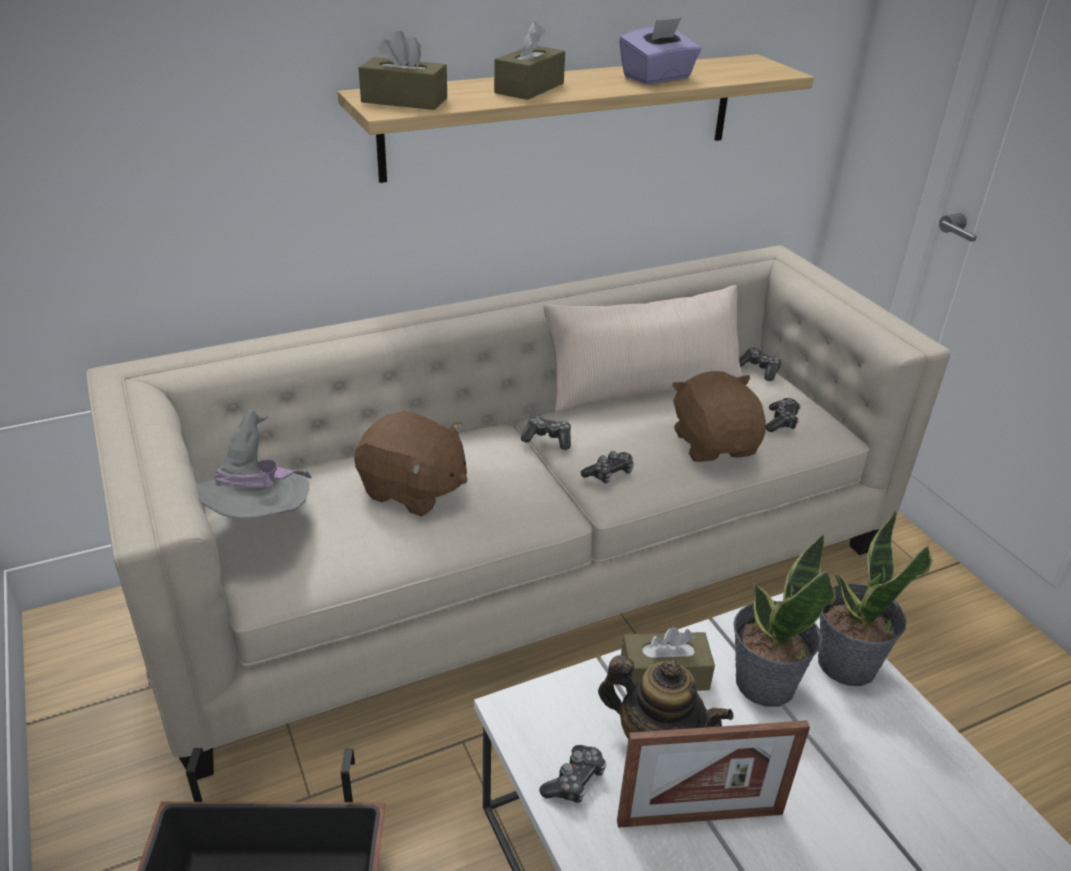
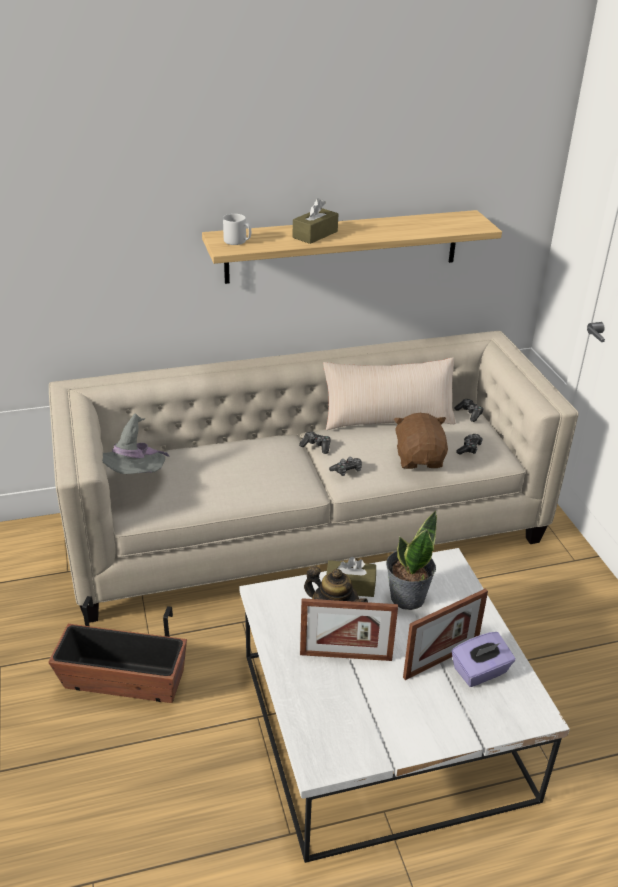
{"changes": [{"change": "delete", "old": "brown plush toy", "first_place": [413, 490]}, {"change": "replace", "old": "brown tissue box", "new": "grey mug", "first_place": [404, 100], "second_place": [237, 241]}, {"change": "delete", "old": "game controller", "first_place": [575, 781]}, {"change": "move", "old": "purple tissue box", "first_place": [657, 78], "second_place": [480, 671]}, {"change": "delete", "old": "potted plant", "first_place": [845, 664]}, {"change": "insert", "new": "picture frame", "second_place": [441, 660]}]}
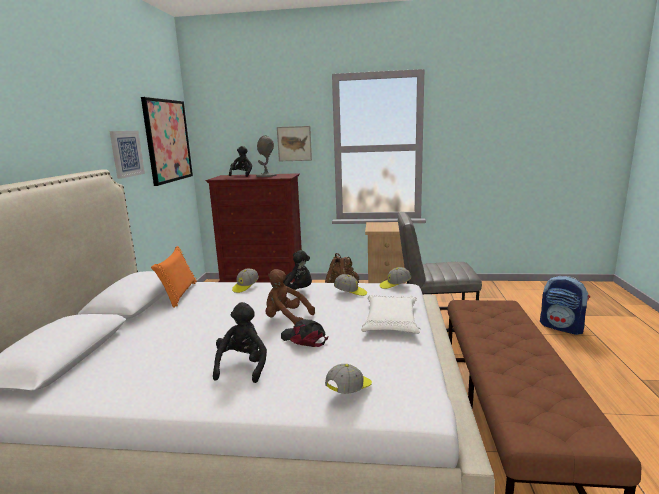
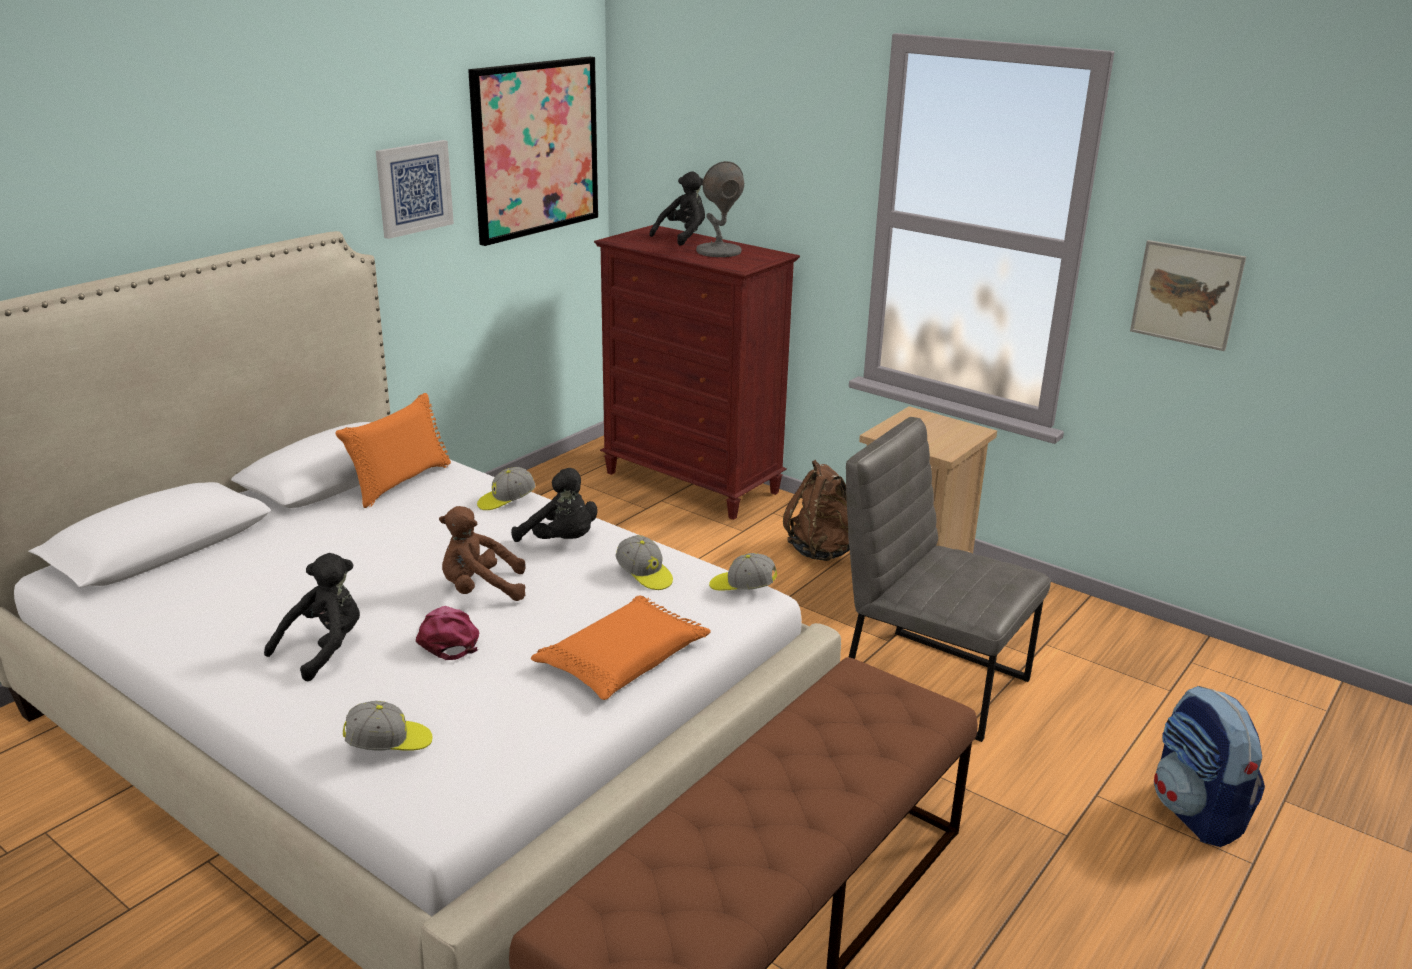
{"changes": [{"change": "rotate", "old": "brown plush toy", "first_place": [286, 319], "second_place": [480, 590], "degrees": -60}, {"change": "move", "old": "picture", "first_place": [294, 143], "second_place": [1186, 294]}, {"change": "recolor", "old": "black cap", "new": "pink cap", "first_place": [304, 339], "second_place": [448, 638]}, {"change": "recolor", "old": "white pillow", "new": "orange pillow", "first_place": [391, 319], "second_place": [623, 656]}]}
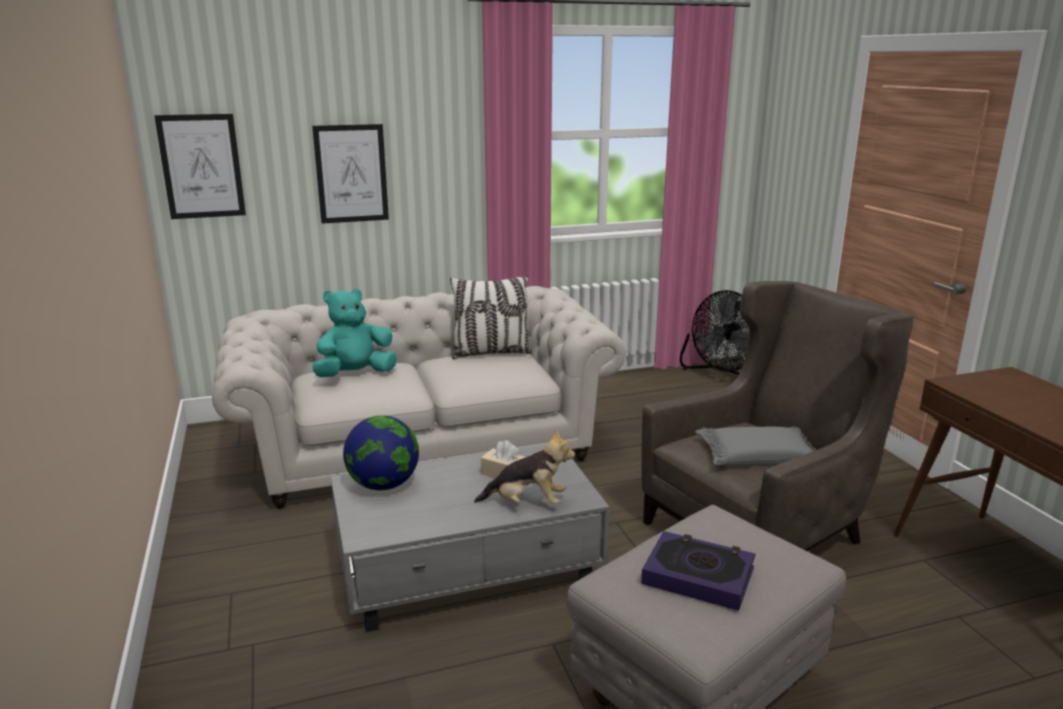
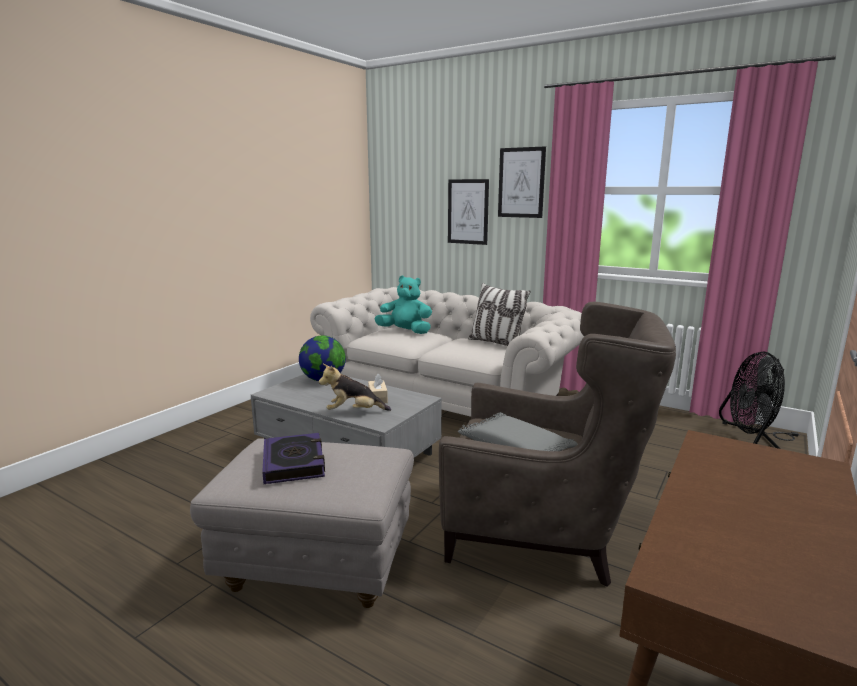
{"changes": [{"change": "move", "old": "picture", "first_place": [201, 166], "second_place": [521, 182]}, {"change": "rotate", "old": "plush toy", "first_place": [527, 503], "second_place": [354, 412], "degrees": 120}]}
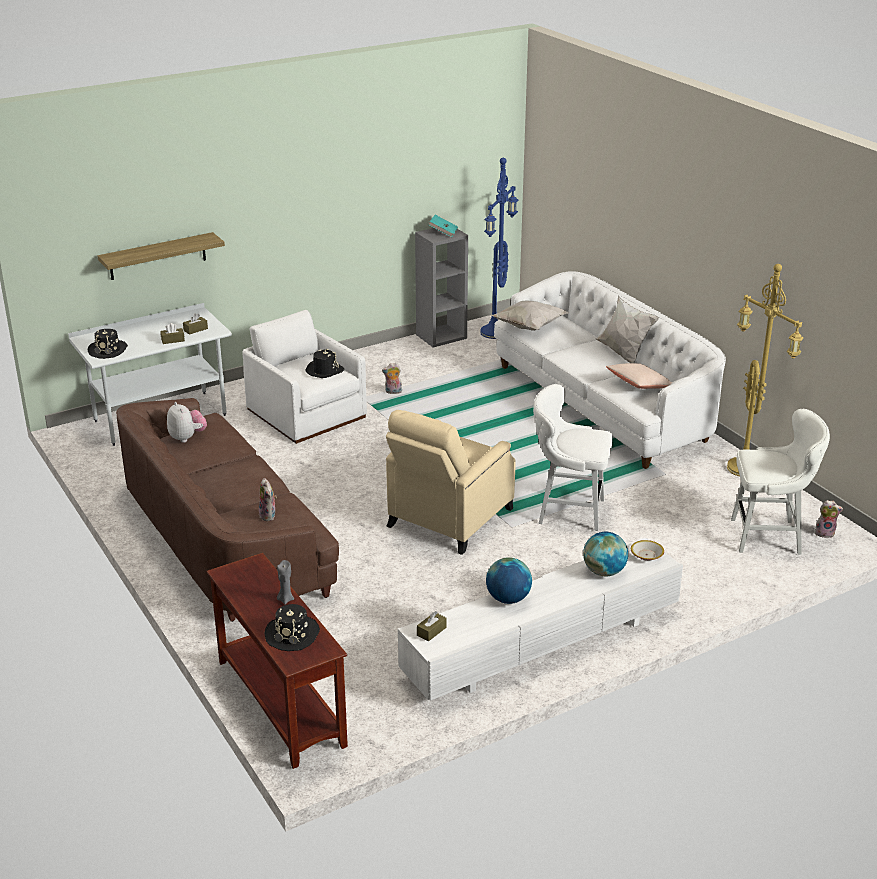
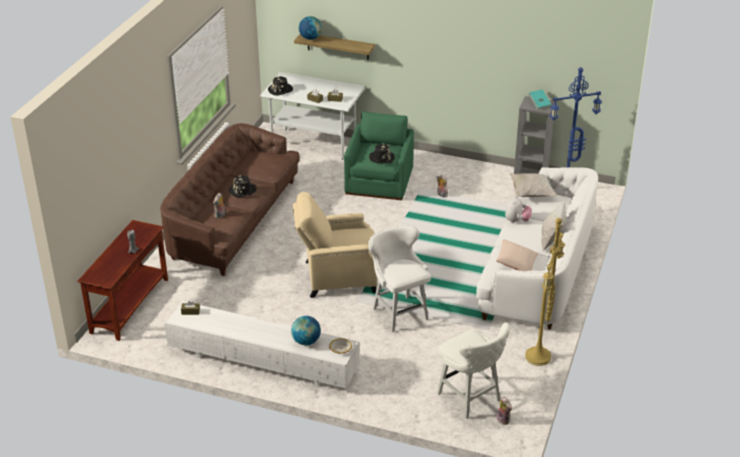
{"changes": [{"change": "move", "old": "plush toy", "first_place": [187, 437], "second_place": [517, 221]}, {"change": "recolor", "old": "white armchair", "new": "green armchair", "first_place": [307, 413], "second_place": [380, 181]}, {"change": "move", "old": "black hat", "first_place": [292, 634], "second_place": [242, 190]}, {"change": "move", "old": "globe", "first_place": [508, 599], "second_place": [310, 38]}]}
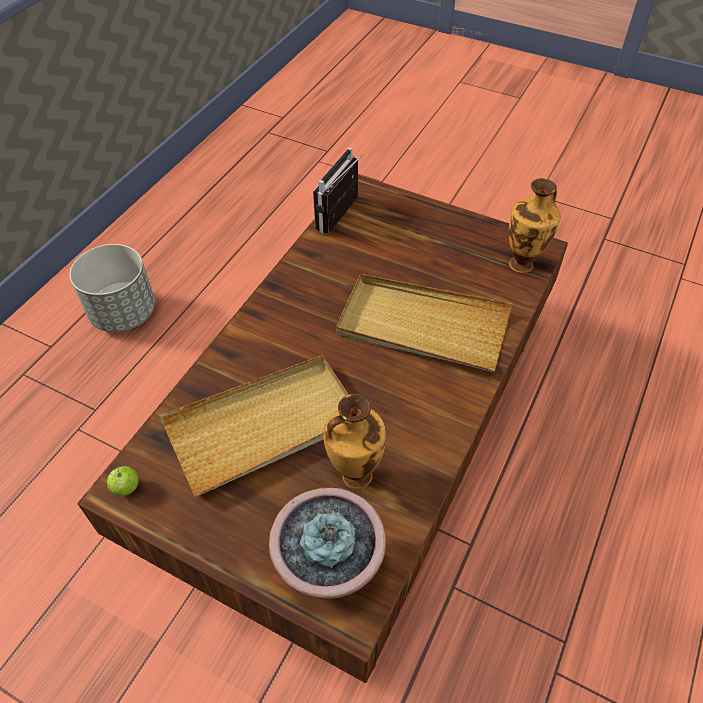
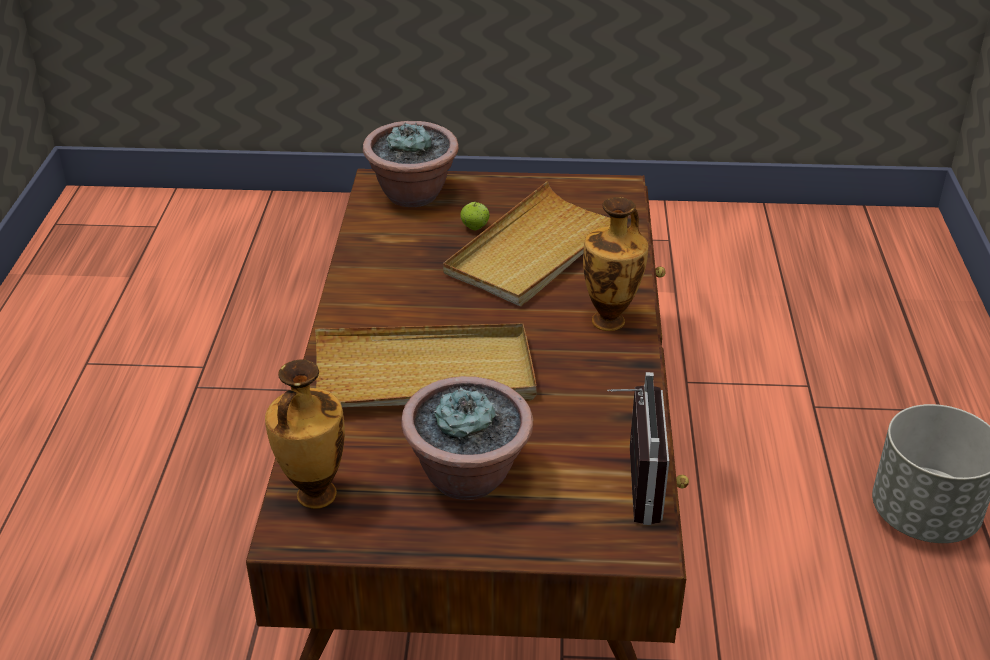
{"changes": [{"change": "move", "old": "apple", "first_place": [126, 488], "second_place": [475, 227]}, {"change": "move", "old": "vase", "first_place": [354, 475], "second_place": [610, 320]}, {"change": "insert", "new": "potted plant", "second_place": [468, 477]}]}
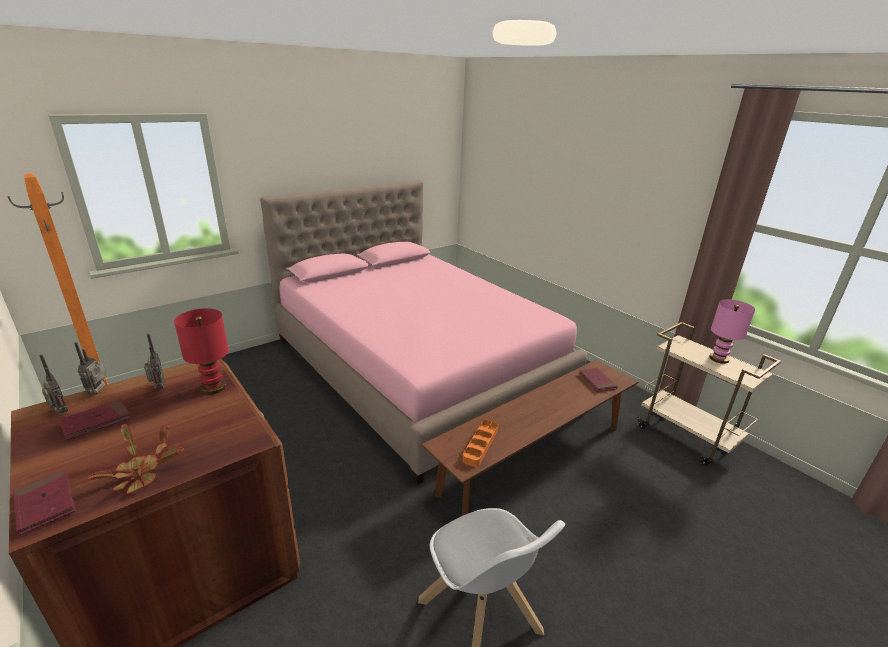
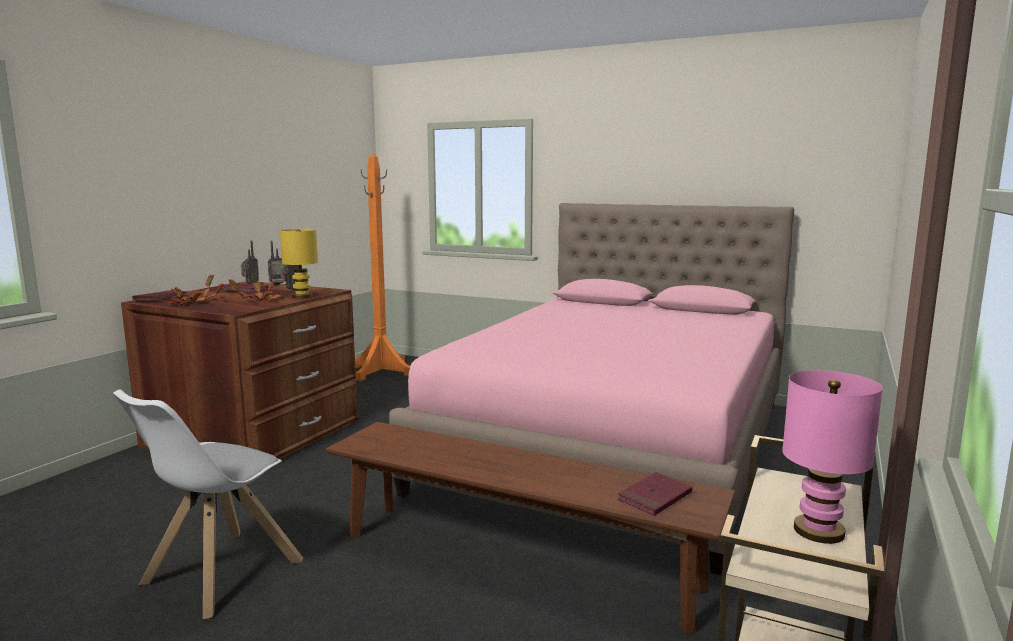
{"changes": [{"change": "recolor", "old": "red table lamp", "new": "yellow table lamp", "first_place": [213, 387], "second_place": [302, 296]}, {"change": "delete", "old": "orange tray", "first_place": [480, 445]}, {"change": "insert", "new": "potted plant", "second_place": [258, 300]}]}
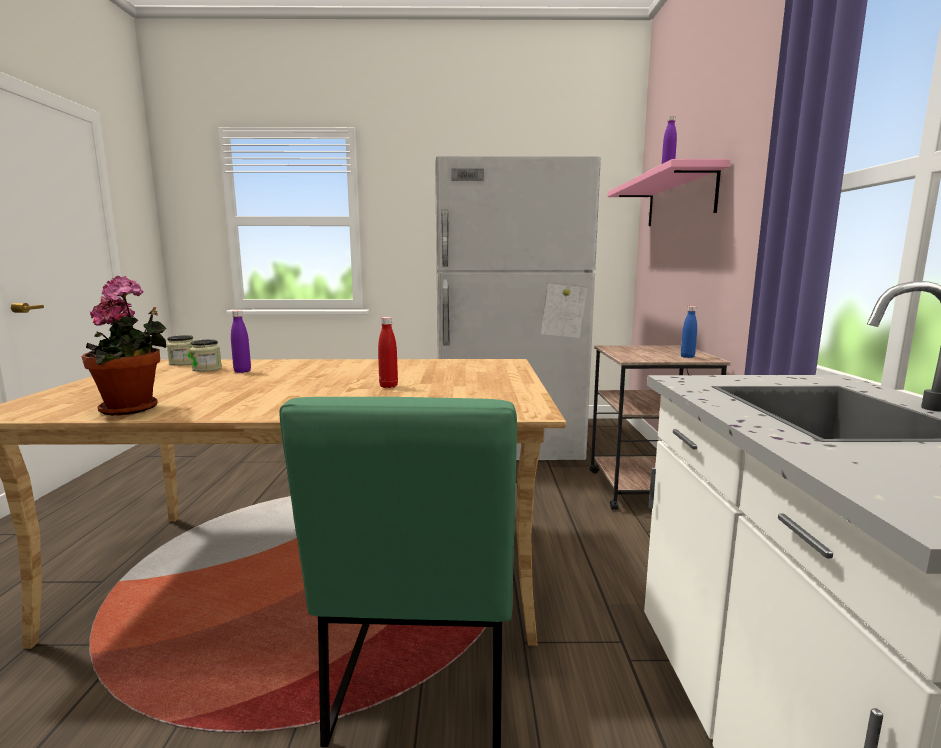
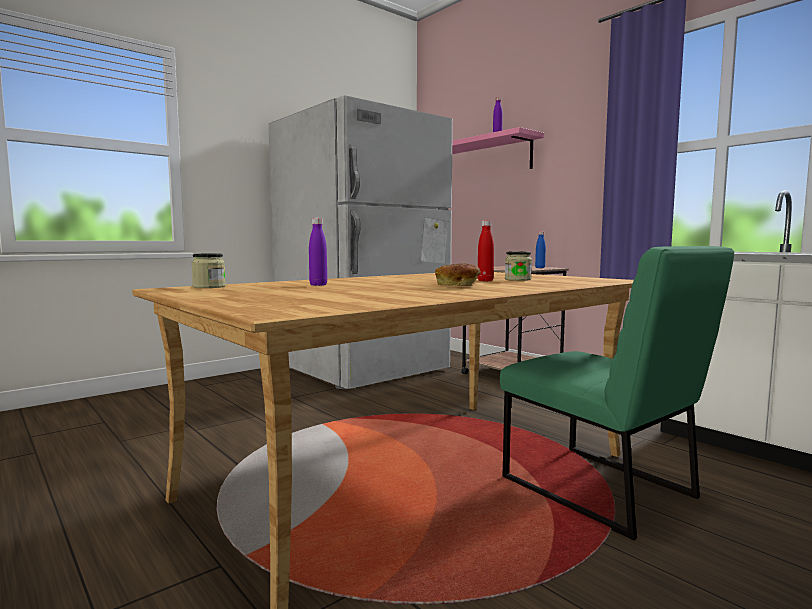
{"changes": [{"change": "delete", "old": "potted plant", "first_place": [134, 409]}, {"change": "move", "old": "jar", "first_place": [207, 369], "second_place": [517, 279]}, {"change": "insert", "new": "bread", "second_place": [458, 286]}]}
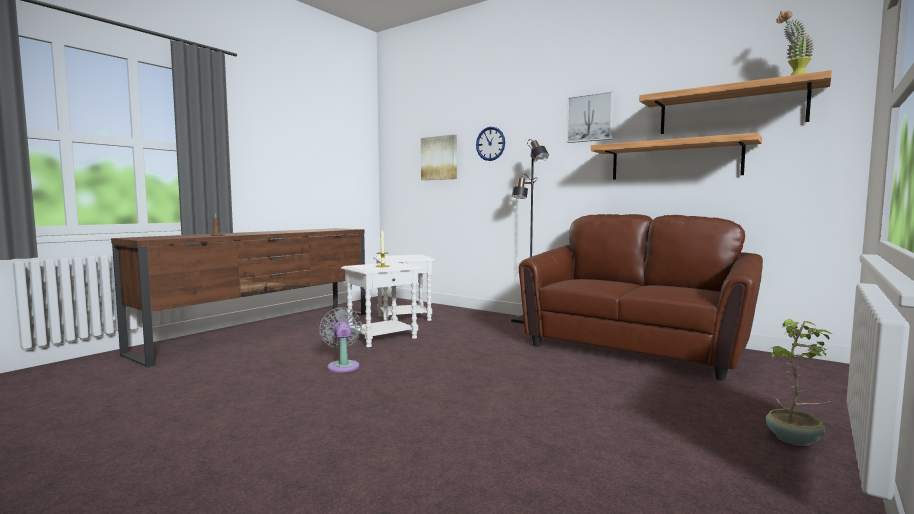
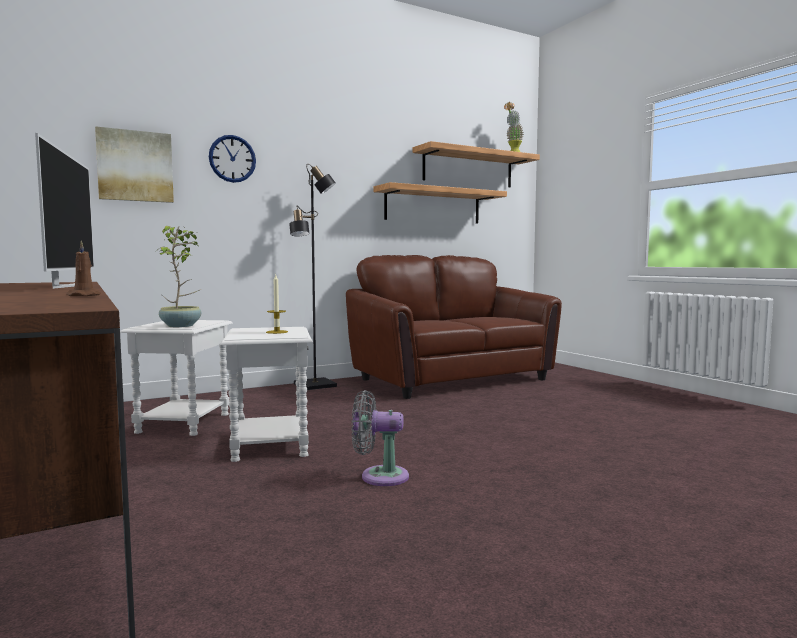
{"changes": [{"change": "delete", "old": "picture", "first_place": [590, 118]}, {"change": "move", "old": "potted plant", "first_place": [795, 440], "second_place": [182, 326]}, {"change": "insert", "new": "television", "second_place": [64, 286]}]}
